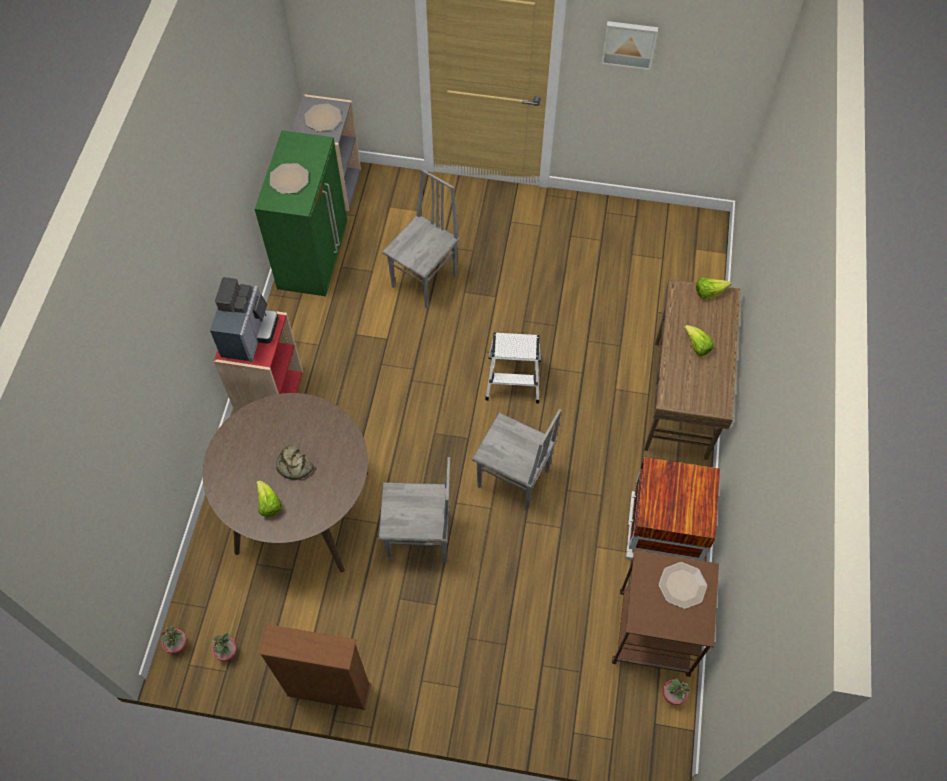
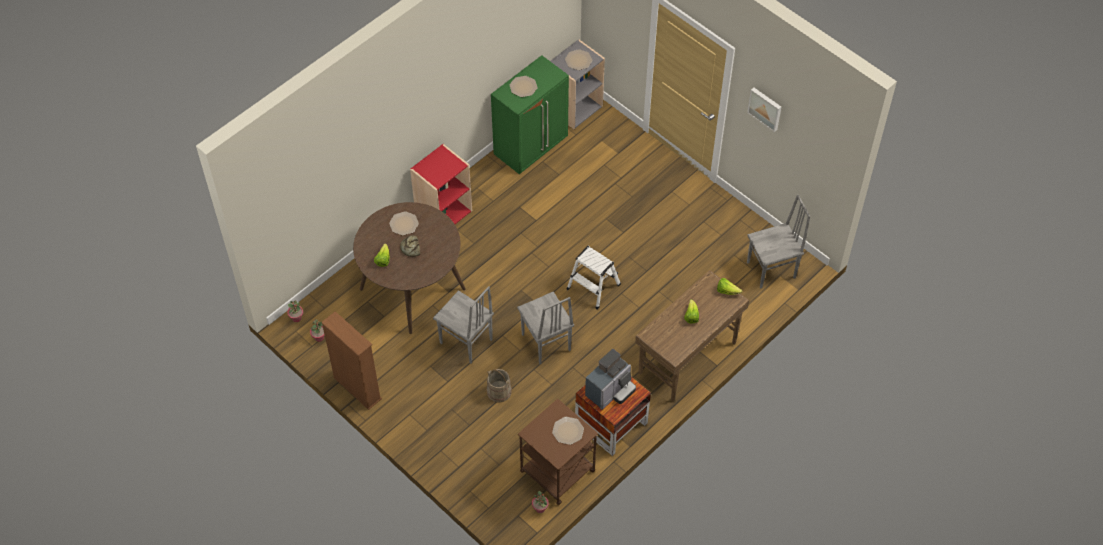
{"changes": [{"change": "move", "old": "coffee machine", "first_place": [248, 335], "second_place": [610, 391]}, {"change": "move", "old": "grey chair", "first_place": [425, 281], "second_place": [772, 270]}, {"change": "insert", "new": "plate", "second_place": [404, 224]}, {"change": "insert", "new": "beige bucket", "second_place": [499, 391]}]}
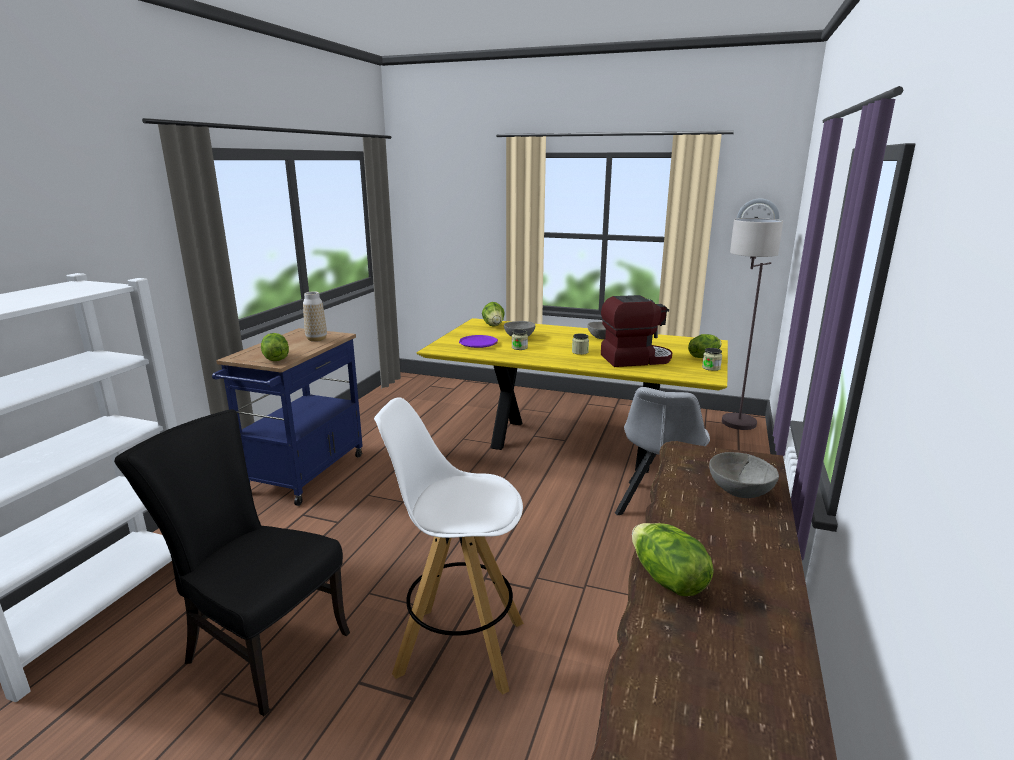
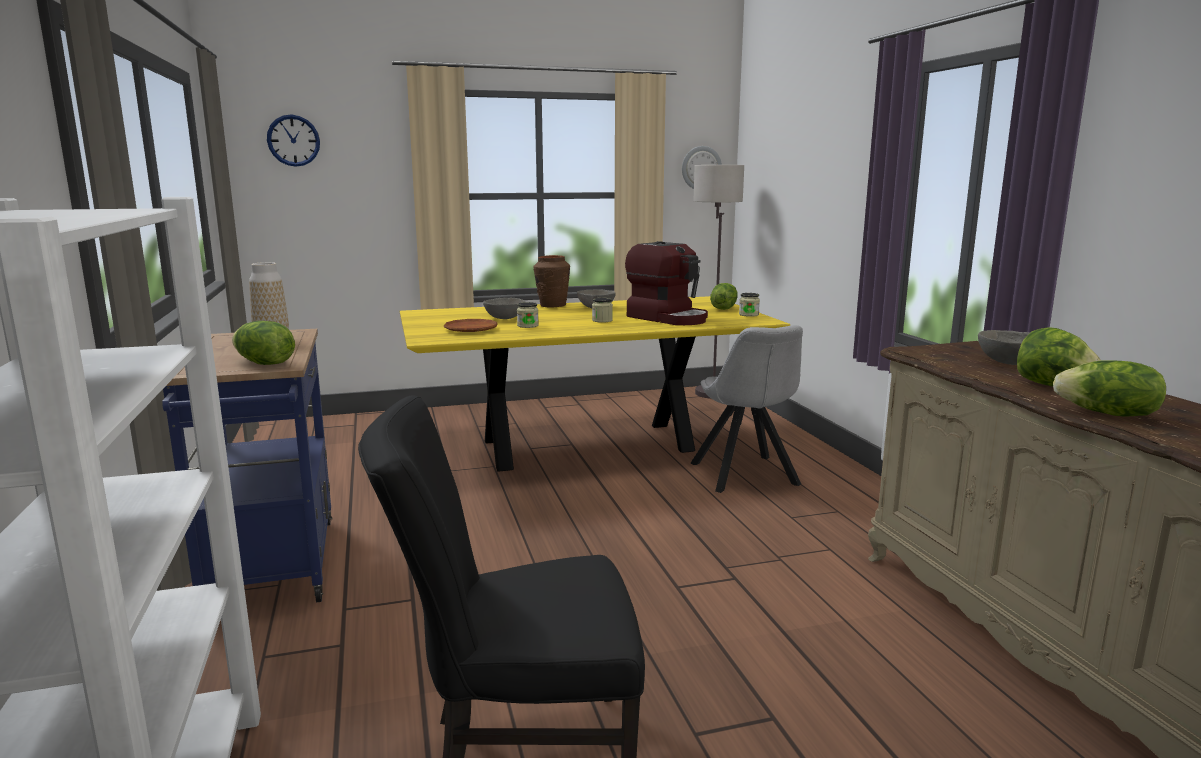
{"changes": [{"change": "delete", "old": "white stool", "first_place": [459, 647]}, {"change": "recolor", "old": "purple plate", "new": "brown plate", "first_place": [478, 344], "second_place": [471, 329]}, {"change": "move", "old": "lettuce", "first_place": [493, 325], "second_place": [1052, 386]}, {"change": "rotate", "old": "coffee machine", "first_place": [635, 359], "second_place": [668, 318], "degrees": 90}, {"change": "insert", "new": "wall clock", "second_place": [293, 140]}, {"change": "insert", "new": "brown vase", "second_place": [552, 306]}]}
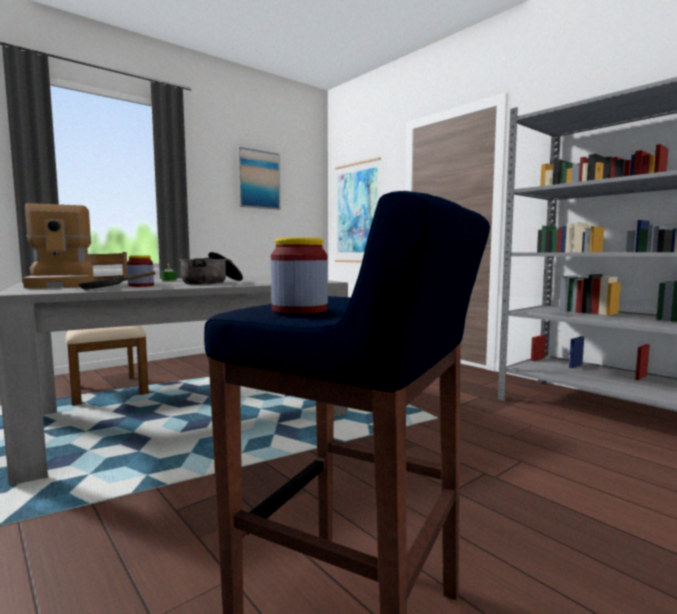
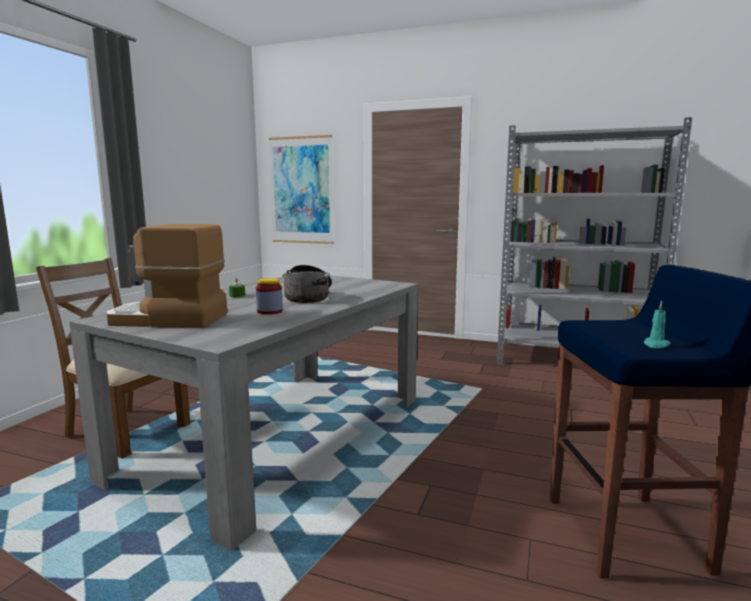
{"changes": [{"change": "rotate", "old": "coffee machine", "first_place": [63, 284], "second_place": [167, 319], "degrees": 150}, {"change": "delete", "old": "black frying pan", "first_place": [108, 288]}, {"change": "delete", "old": "picture", "first_place": [258, 179]}, {"change": "replace", "old": "jar", "new": "turquoise candle", "first_place": [299, 310], "second_place": [655, 345]}]}
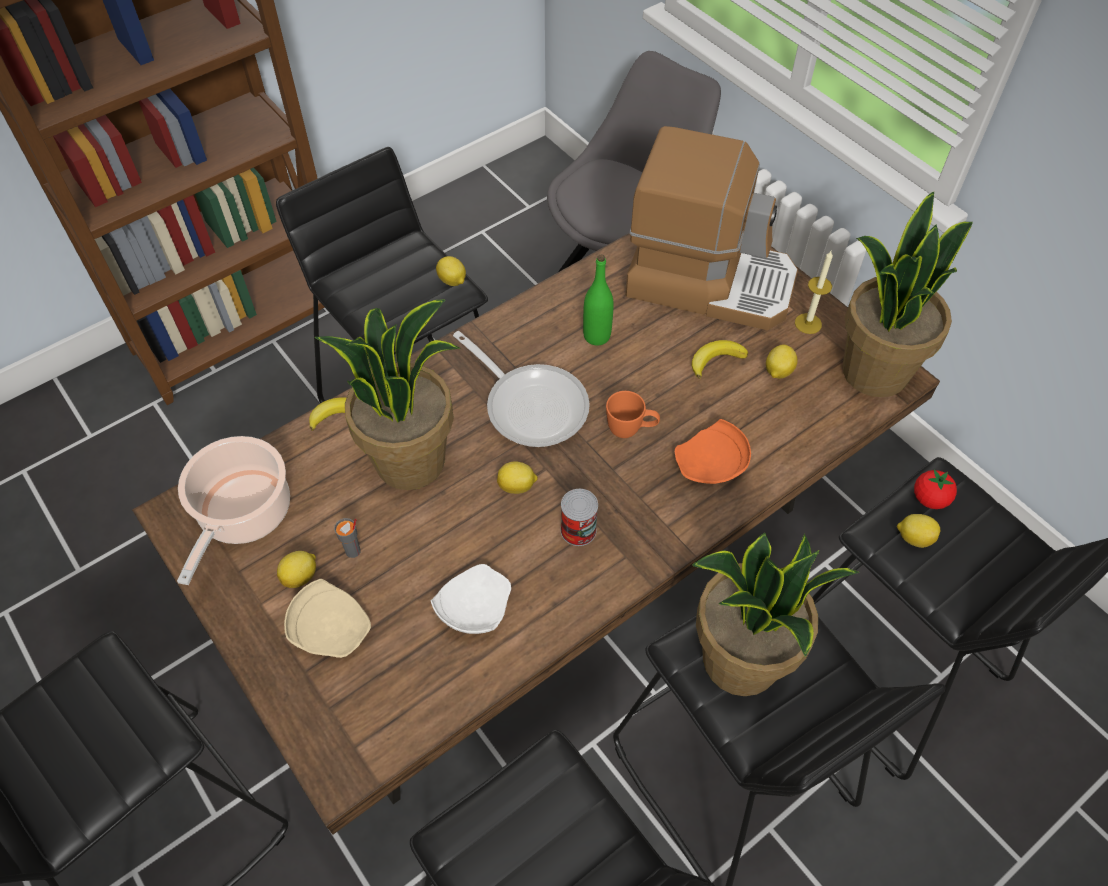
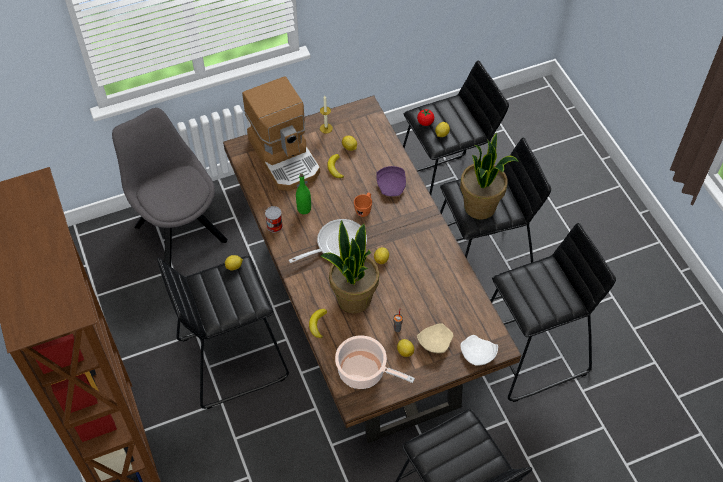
{"changes": [{"change": "move", "old": "white plate", "first_place": [472, 607], "second_place": [477, 355]}, {"change": "move", "old": "can", "first_place": [578, 530], "second_place": [274, 225]}, {"change": "rotate", "old": "coffee machine", "first_place": [709, 281], "second_place": [285, 156], "degrees": 120}, {"change": "recolor", "old": "orange plate", "new": "purple plate", "first_place": [711, 464], "second_place": [391, 186]}, {"change": "delete", "old": "potted plant", "first_place": [873, 370]}]}
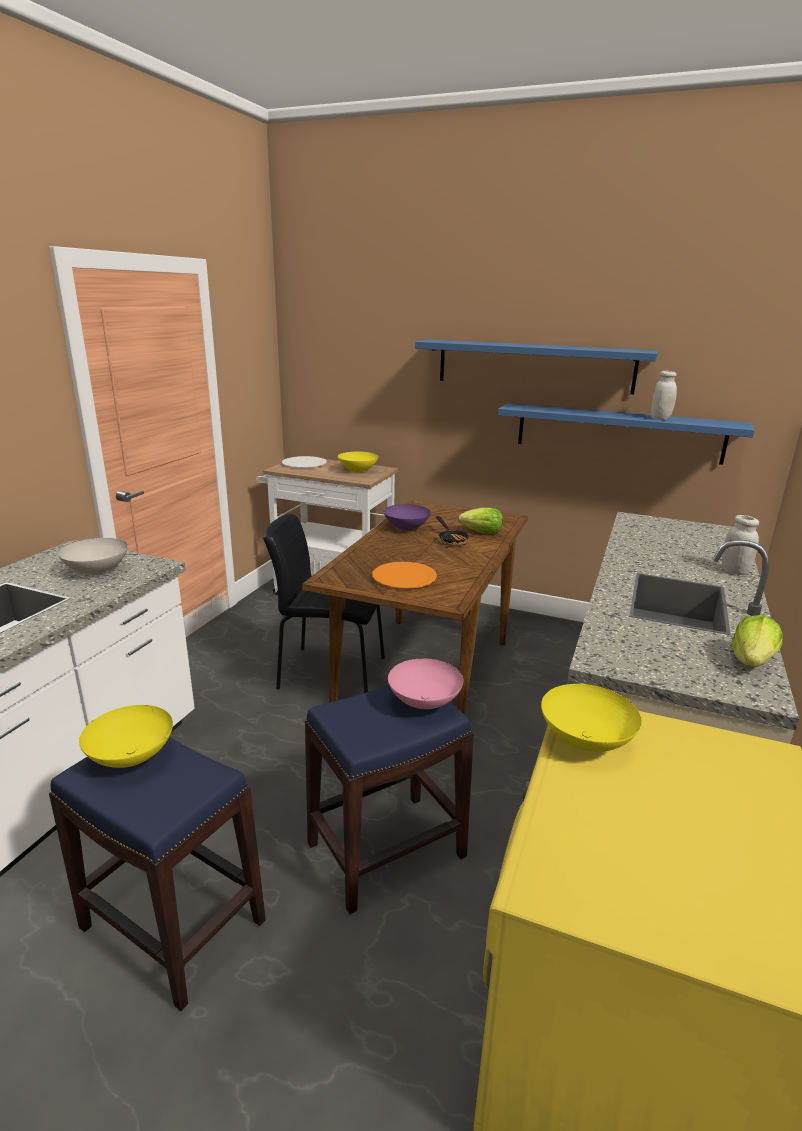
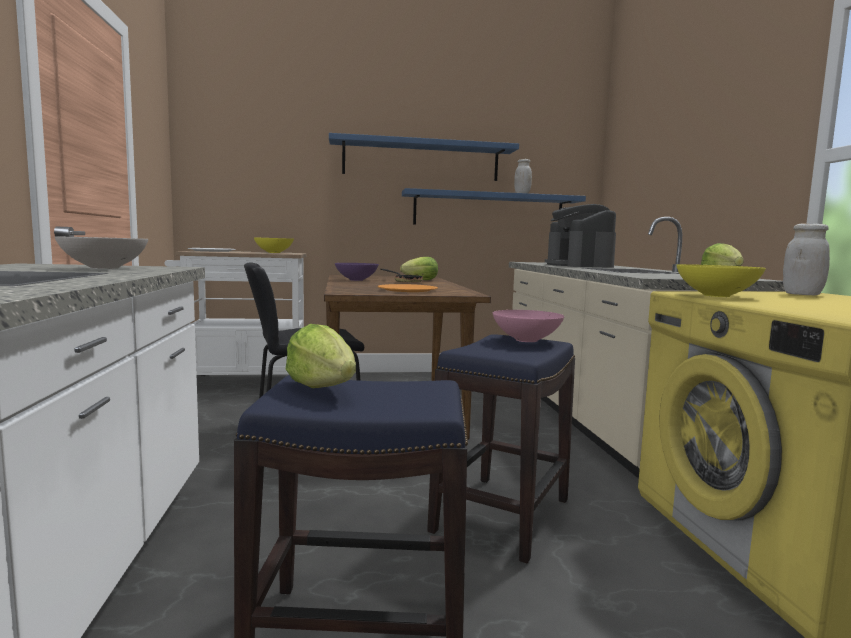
{"changes": [{"change": "replace", "old": "yellow bowl", "new": "lettuce", "first_place": [133, 756], "second_place": [322, 387]}, {"change": "move", "old": "white jar", "first_place": [734, 571], "second_place": [802, 294]}, {"change": "insert", "new": "coffee machine", "second_place": [579, 265]}]}
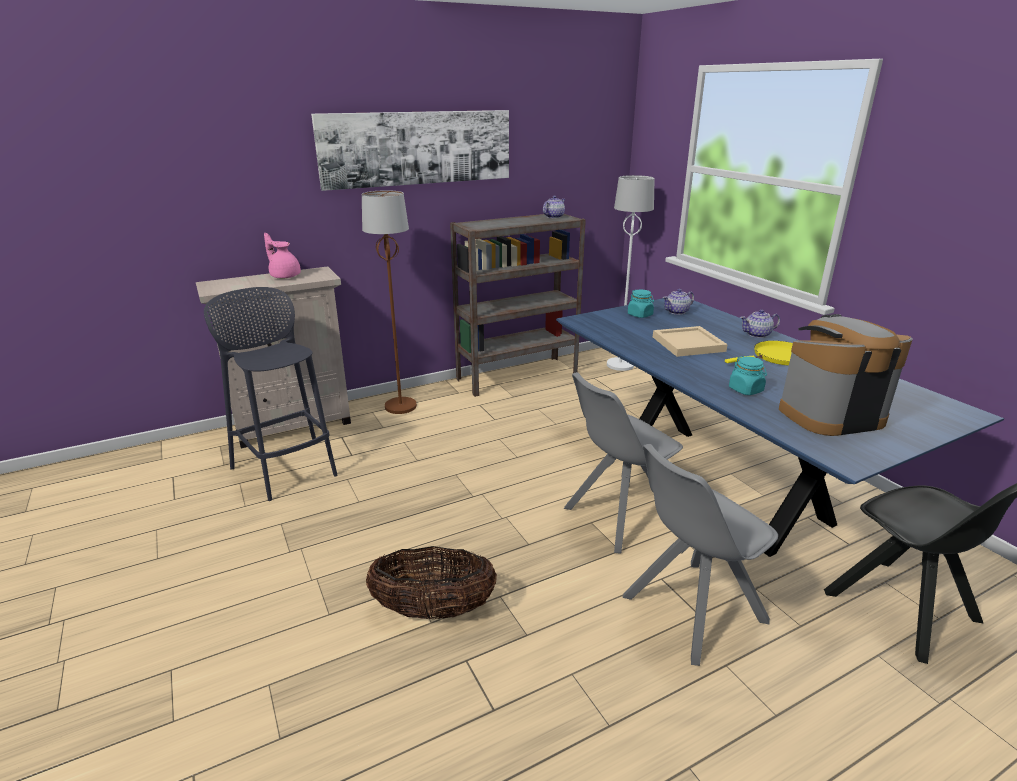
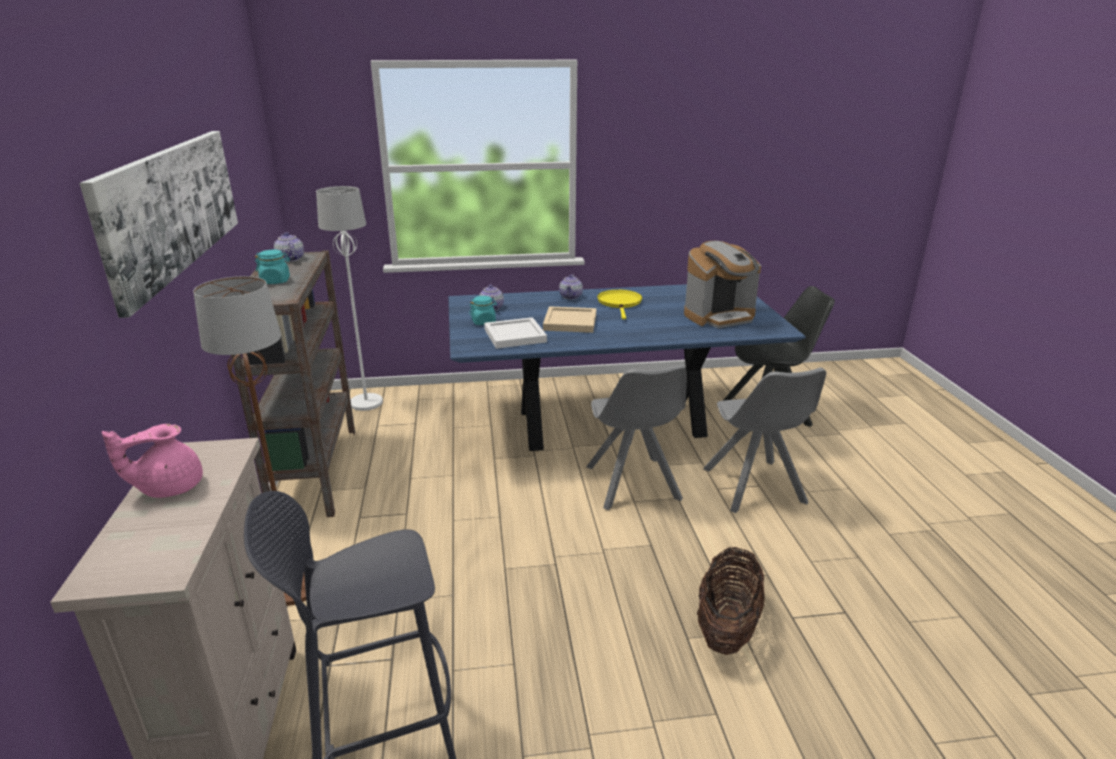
{"changes": [{"change": "move", "old": "turquoise jar", "first_place": [746, 390], "second_place": [275, 281]}, {"change": "rotate", "old": "coffee machine", "first_place": [829, 414], "second_place": [719, 316], "degrees": -120}, {"change": "insert", "new": "white tray", "second_place": [516, 336]}]}
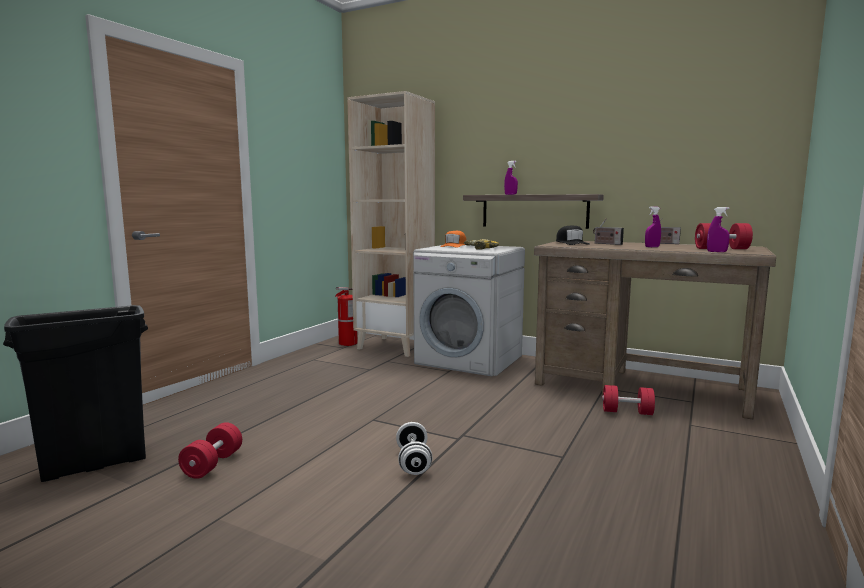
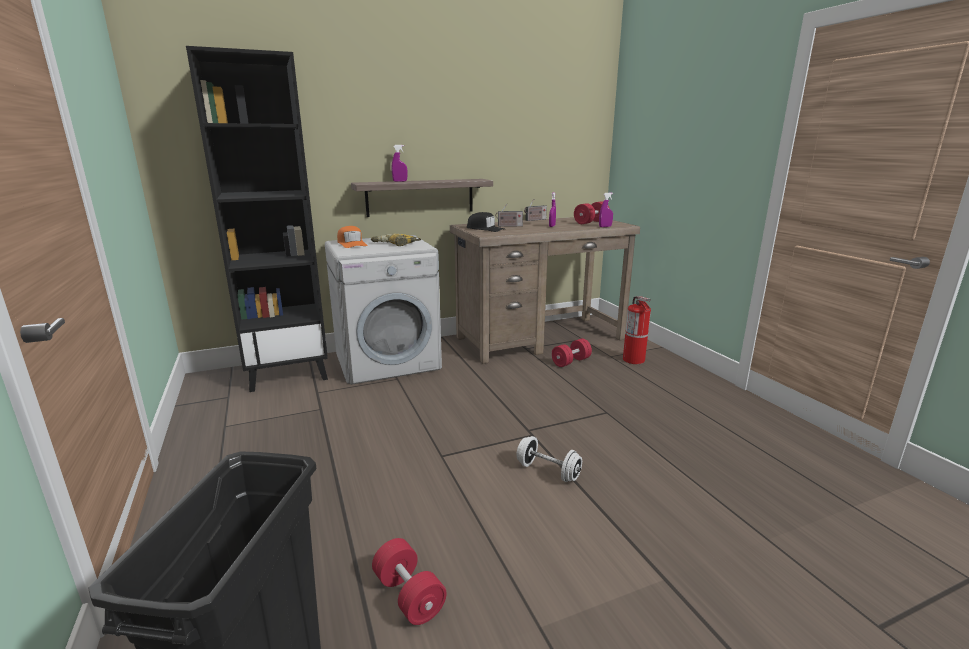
{"changes": [{"change": "move", "old": "fire extinguisher", "first_place": [348, 343], "second_place": [634, 360]}, {"change": "recolor", "old": "beige bookcase", "new": "black bookcase", "first_place": [395, 346], "second_place": [289, 373]}]}
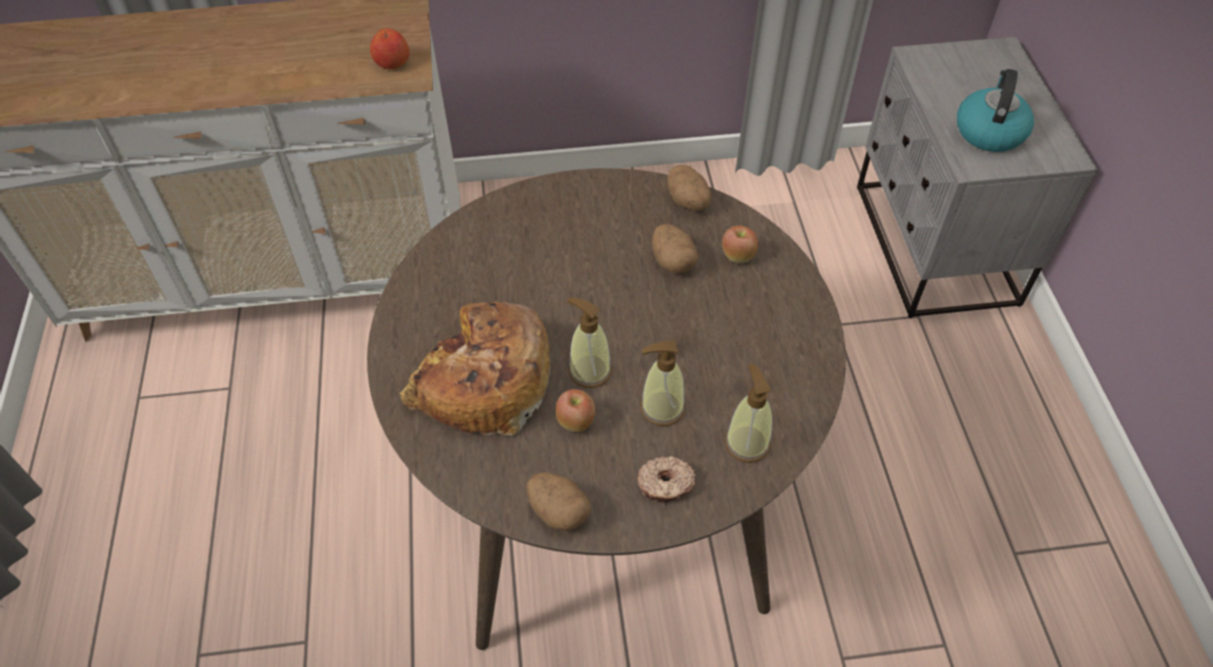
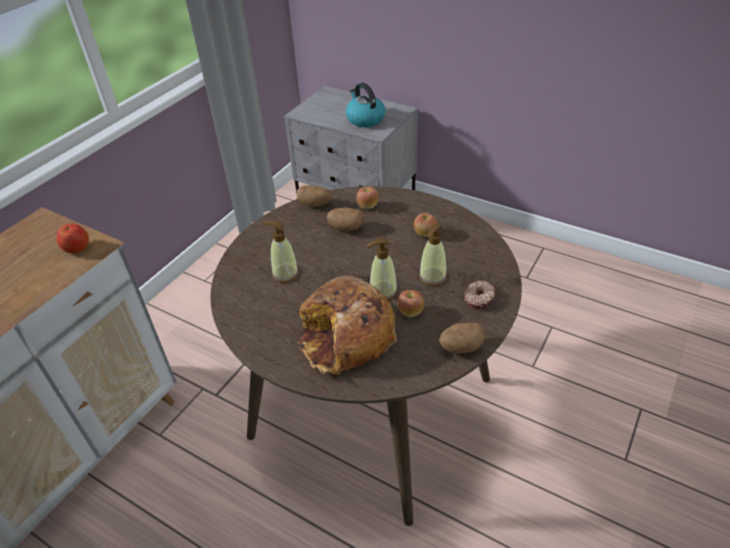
{"changes": [{"change": "move", "old": "soap dispenser", "first_place": [747, 443], "second_place": [285, 273]}, {"change": "insert", "new": "apple", "second_place": [425, 234]}]}
